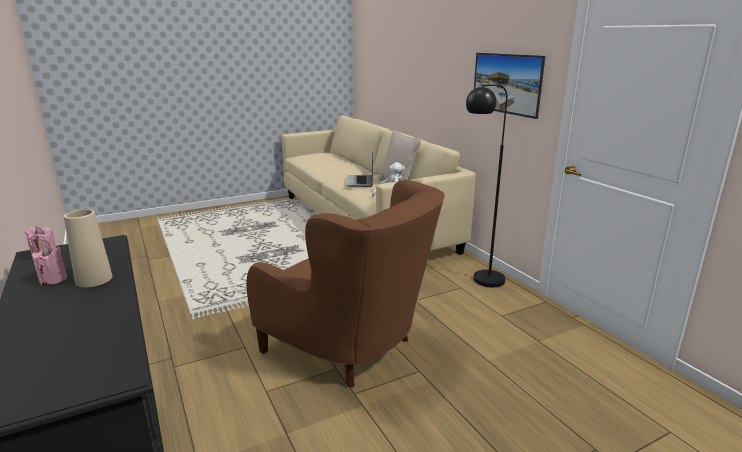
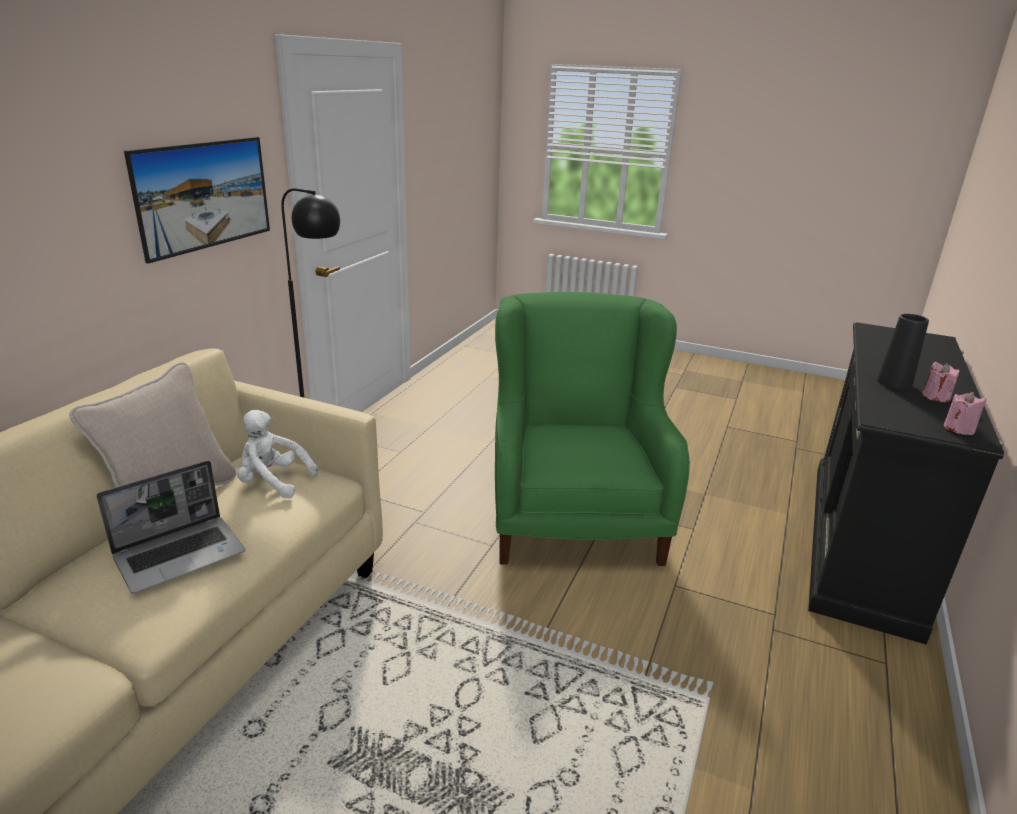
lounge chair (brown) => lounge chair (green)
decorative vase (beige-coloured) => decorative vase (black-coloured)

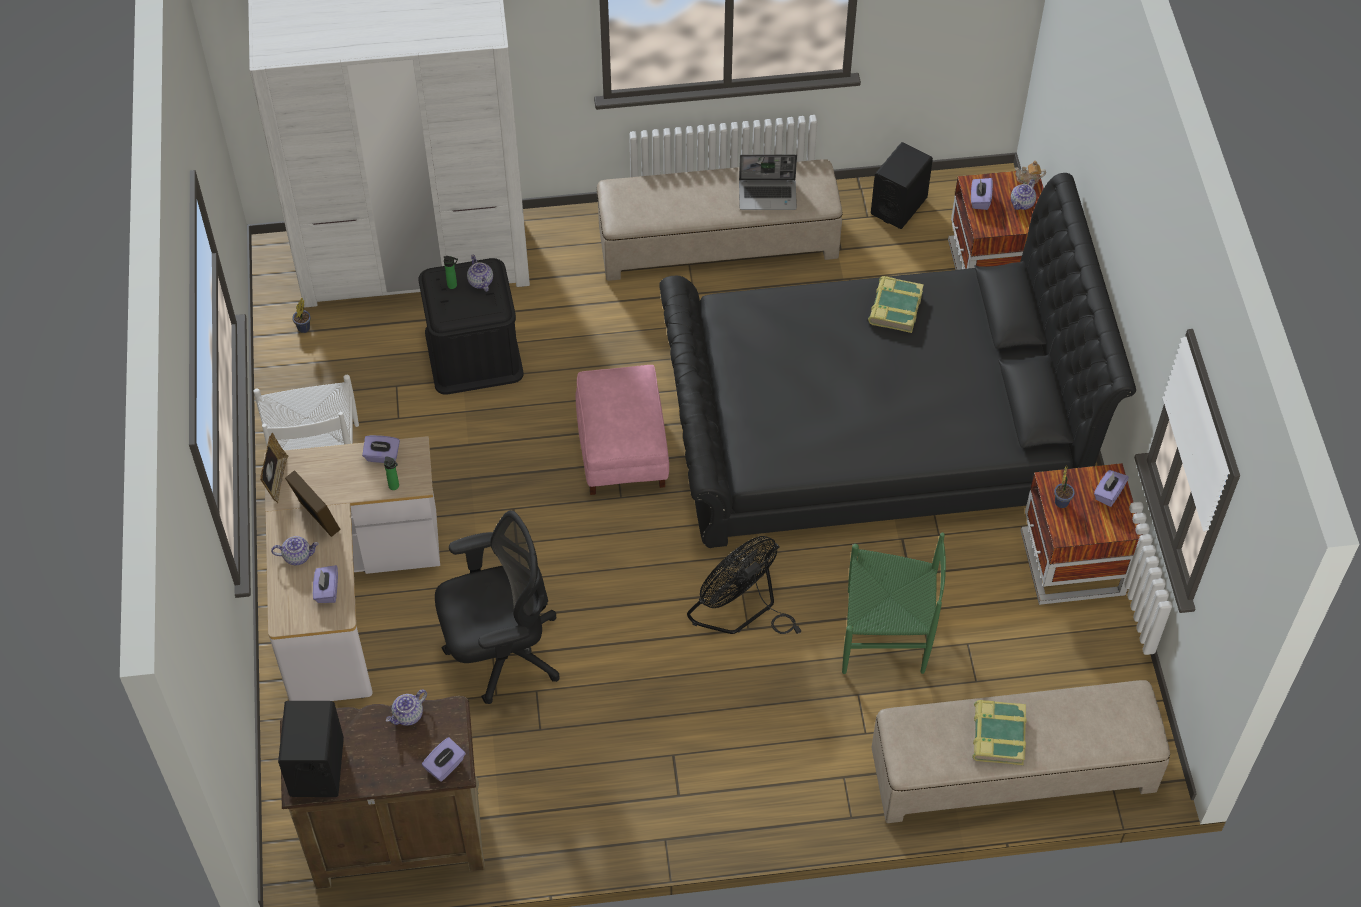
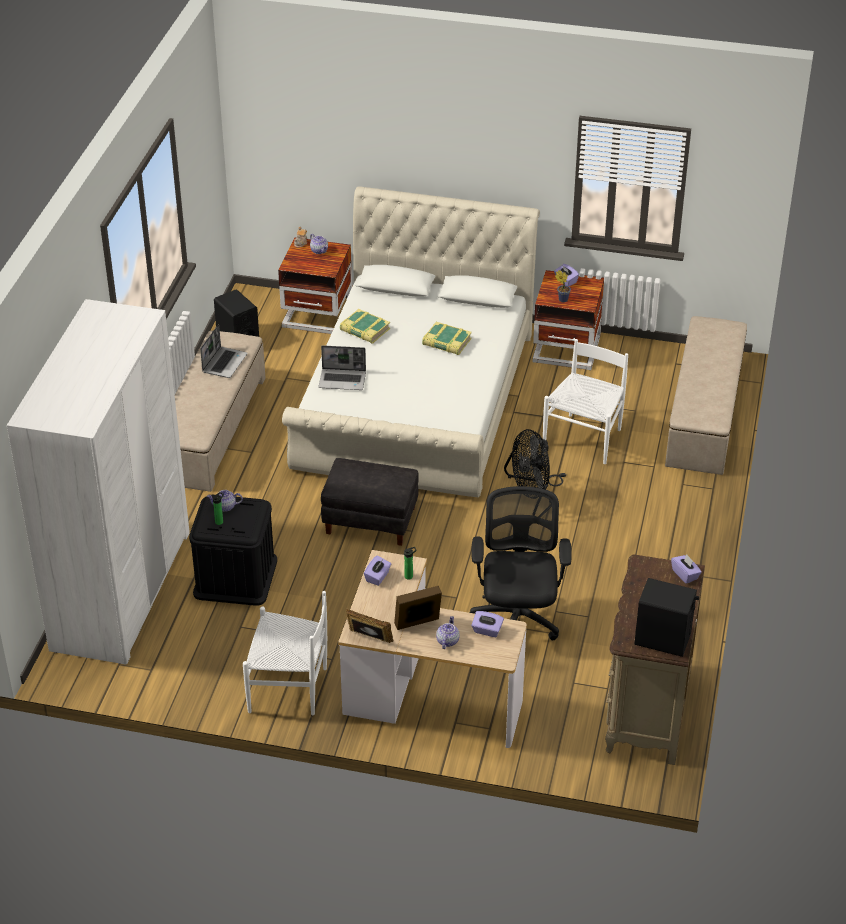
sleeping bed (black-coloured) => sleeping bed (beige-coloured)
tissue holder (purplish) (4th from left) => nothing
houseplant (1st from left) => nothing
footrest (pinkish) => footrest (black-coloured)
upright chair (green) => upright chair (white-coloured) (2nd from left)
pot for tea (2nd from left) => nothing
volume (2nd from left), move
nothing => portable computer (2nd from left)

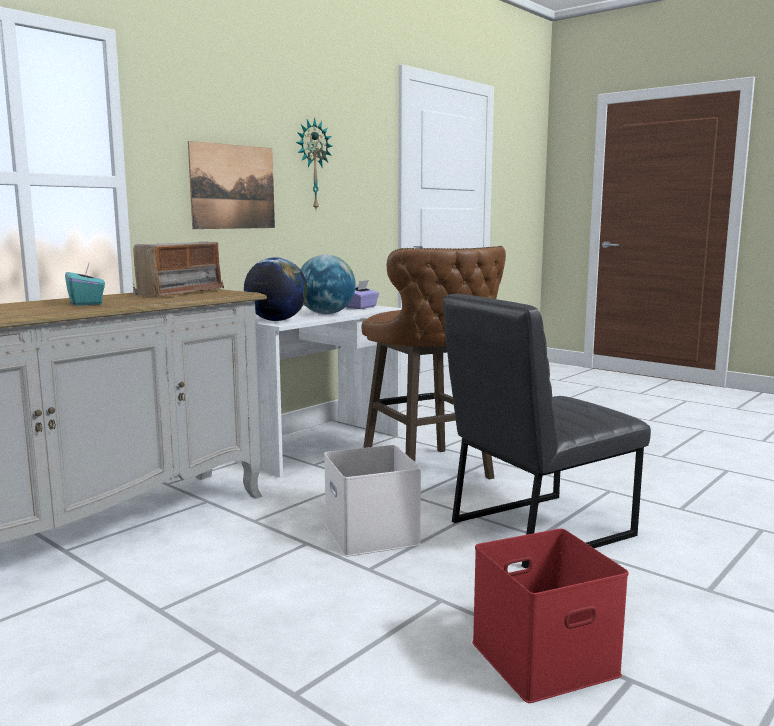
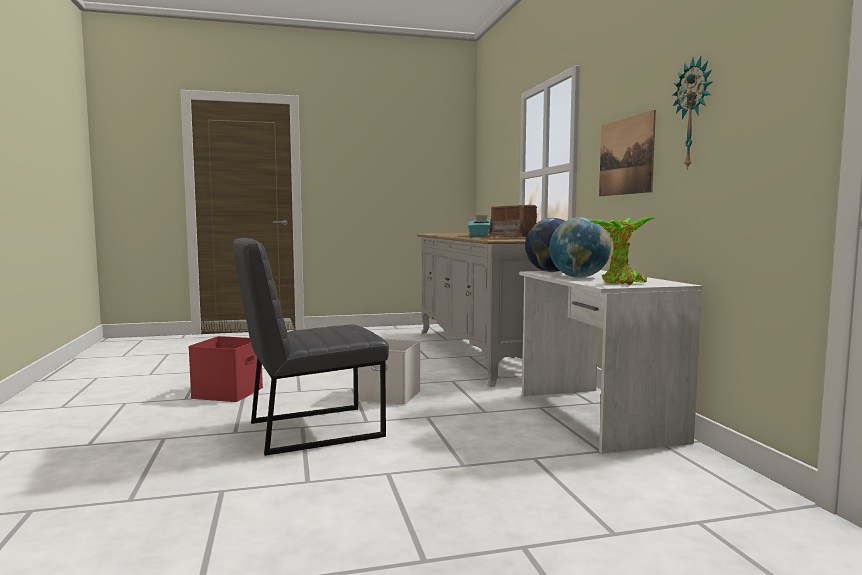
stool seat (brown) => nothing
tissue holder (purplish) => houseplant
upright chair (gray), 120 degrees counterclockwise

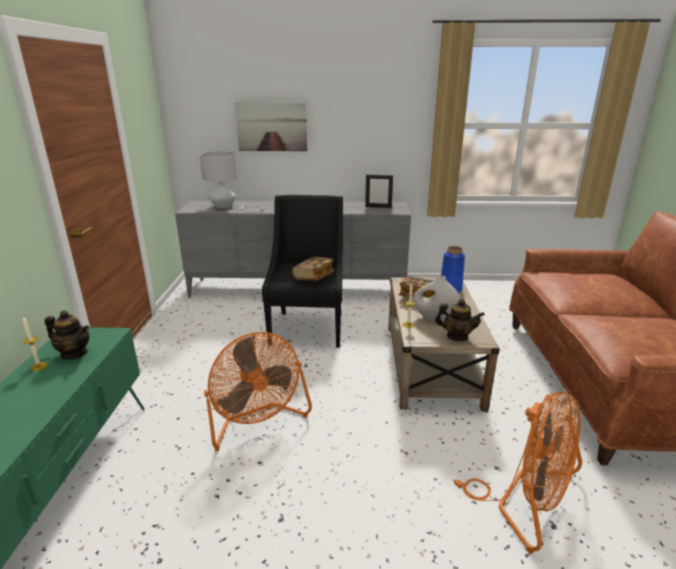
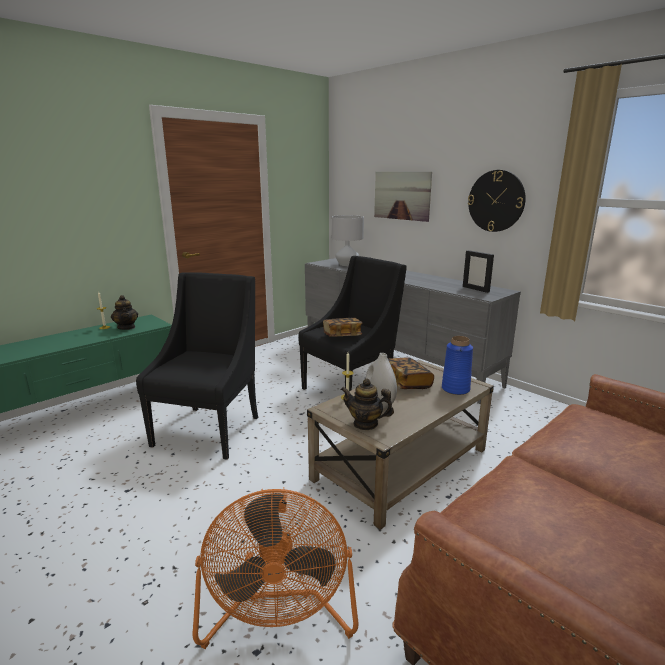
pot for tea (2nd from left), 135 degrees clockwise
cooling fan (orange) (1st from left) => lounge chair (black-coloured) (1st from left)
nothing => hanging clock

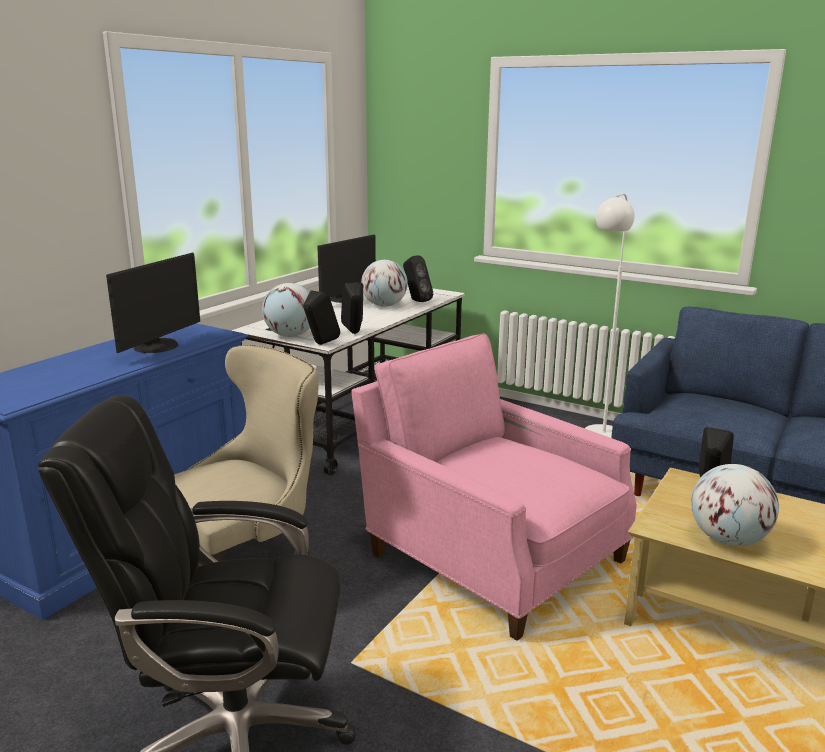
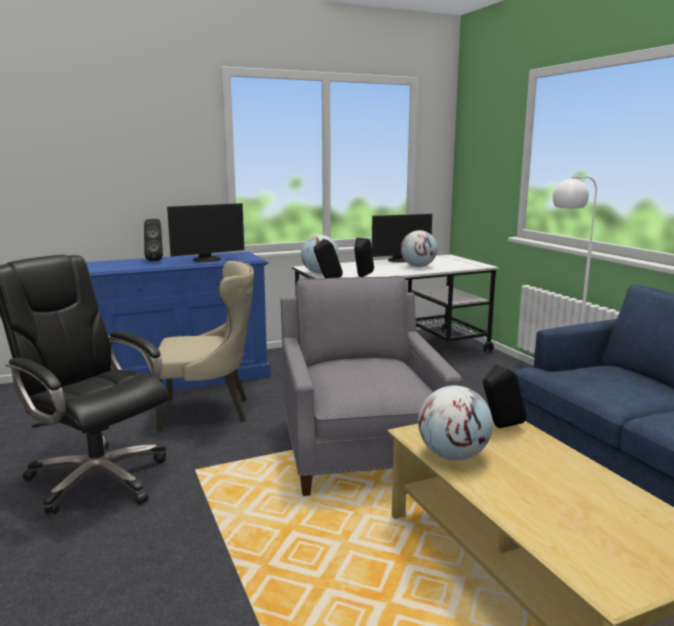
loudspeaker (black-coloured) (3rd from left in the first image) => loudspeaker (black-coloured) (1st from left), move
lounge chair (pinkish) => lounge chair (gray)

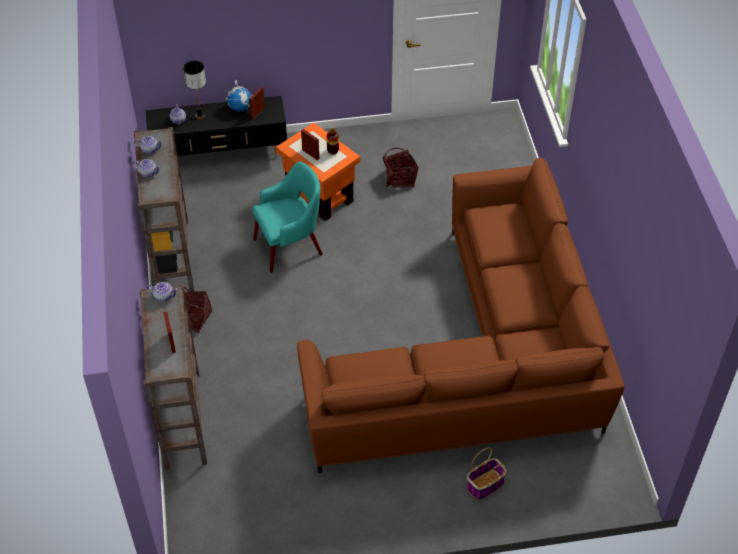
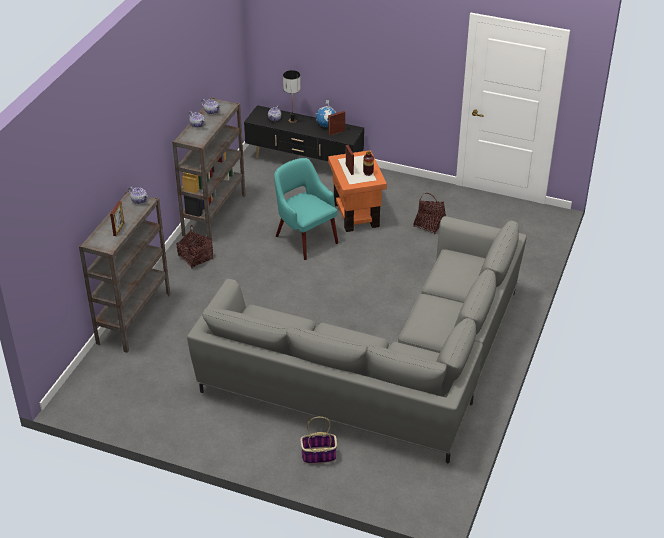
settee (brown) => settee (gray)
lounge chair (turquoise-coloured), 135 degrees counterclockwise

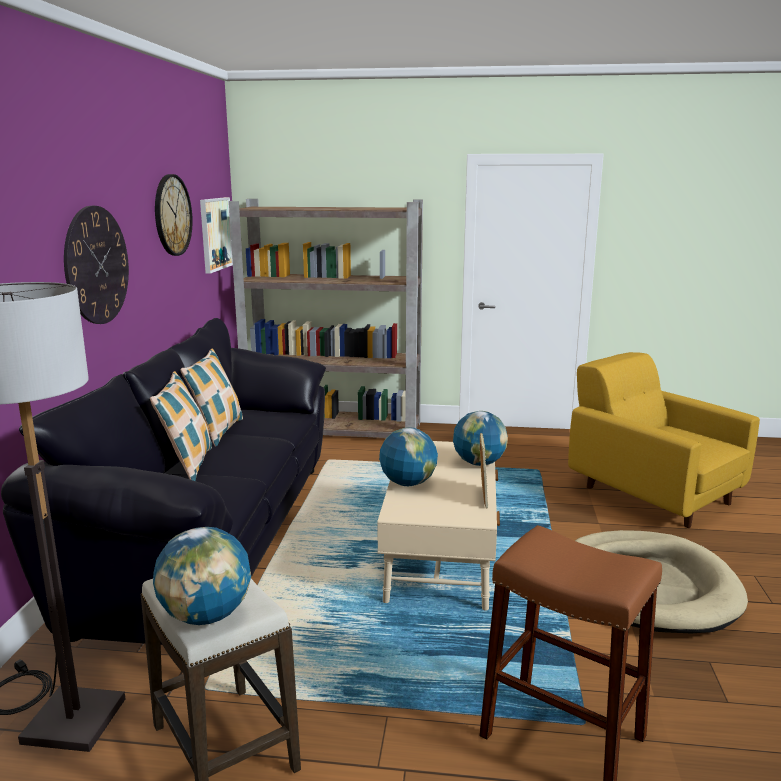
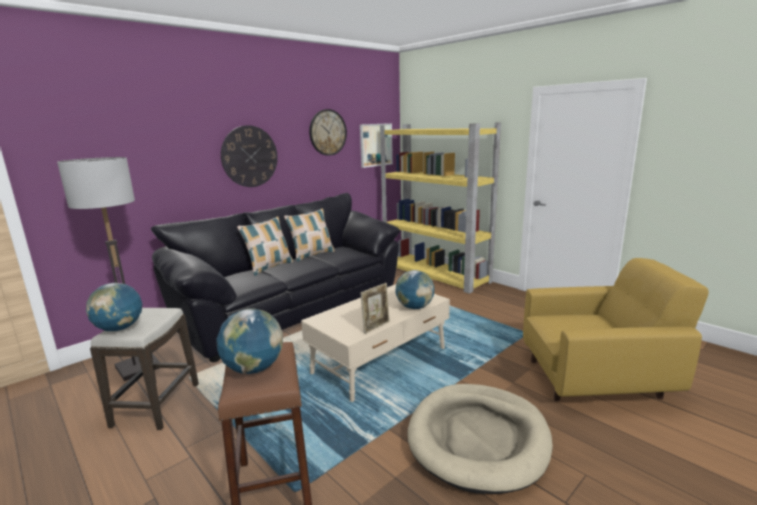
bookshelf (brown) => bookshelf (yellowish)
lounge chair (yellowish), 90 degrees clockwise
world globe (2nd from left), move

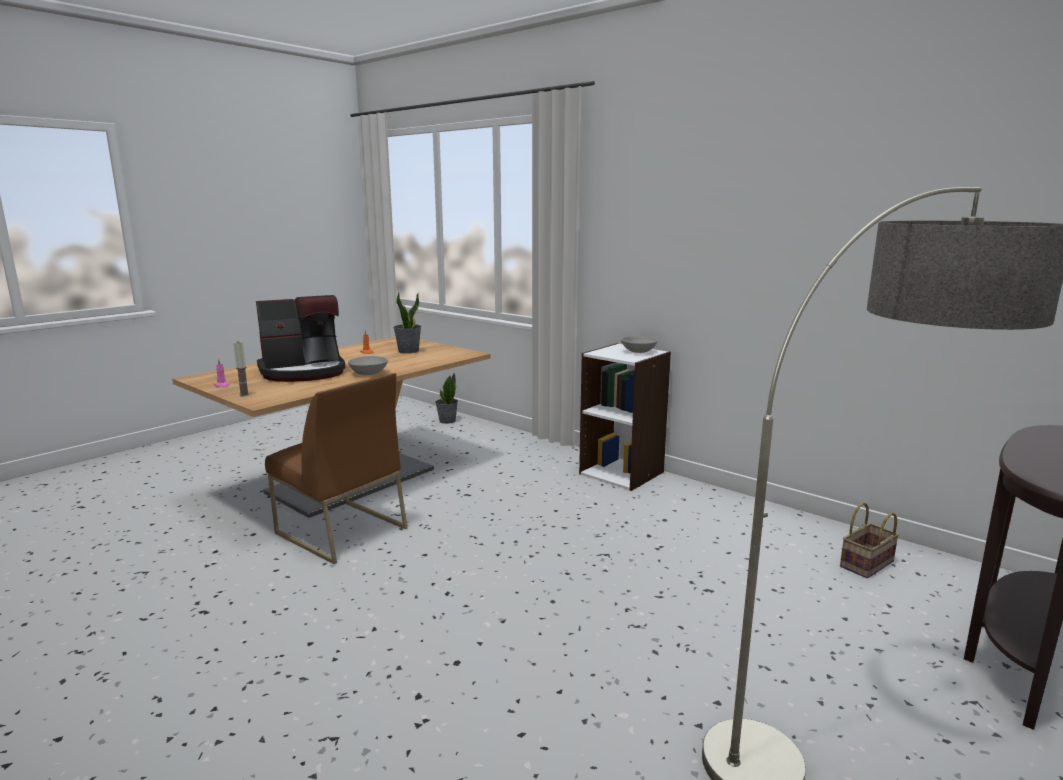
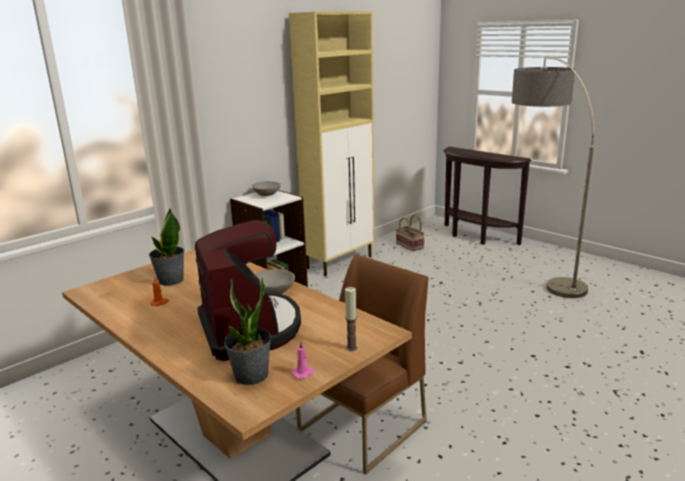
houseplant (2nd from left), move
nothing => cabinet (beige-coloured)

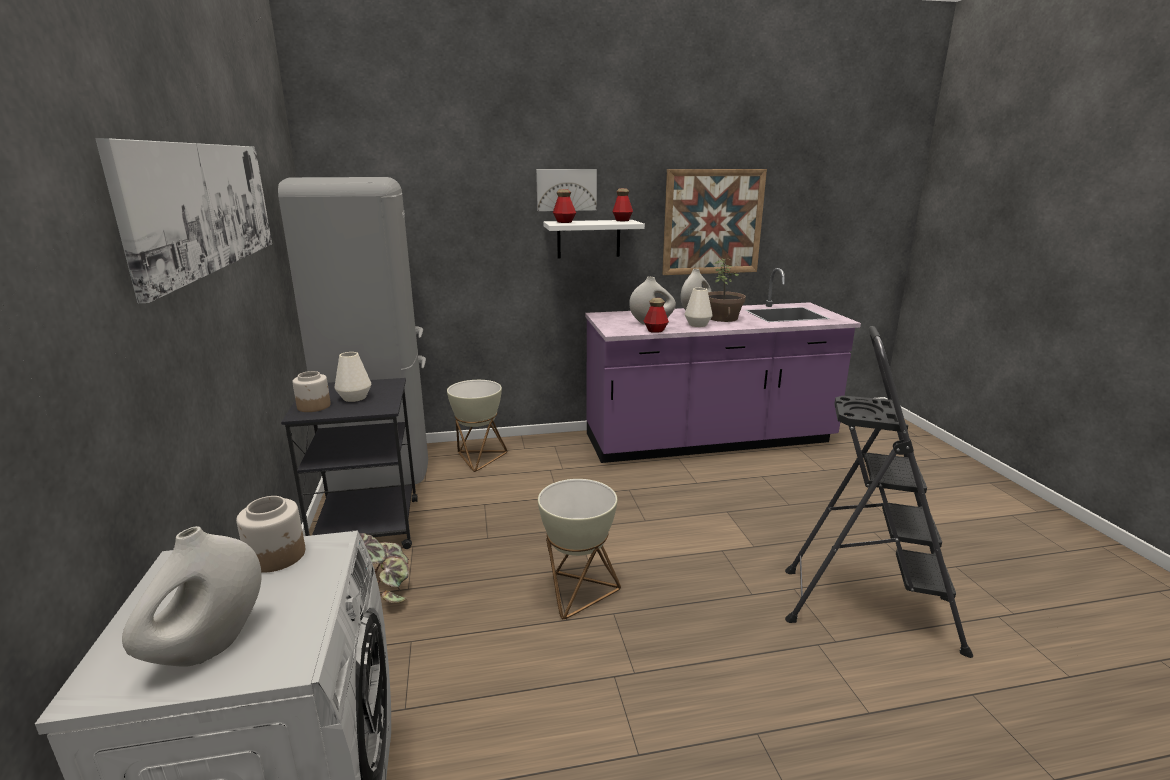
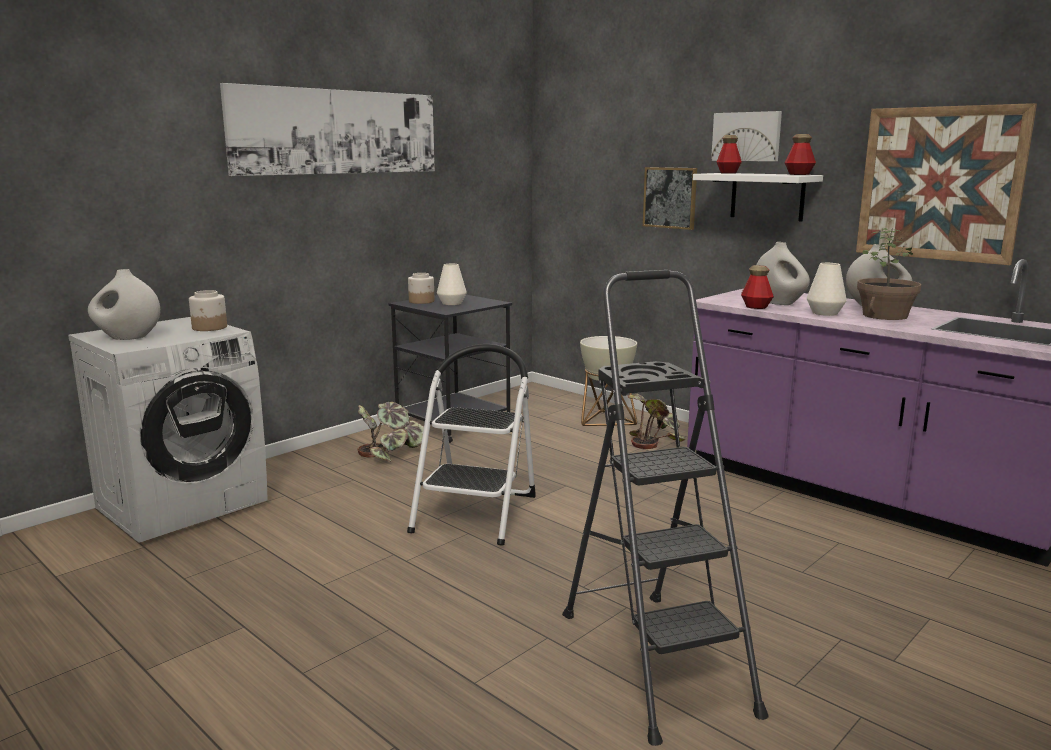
kitchen fridge (gray) => nothing
plant pot (2nd from left) => step ladder (1st from left)
nothing => picture (2nd from left)
nothing => houseplant (2nd from left)

